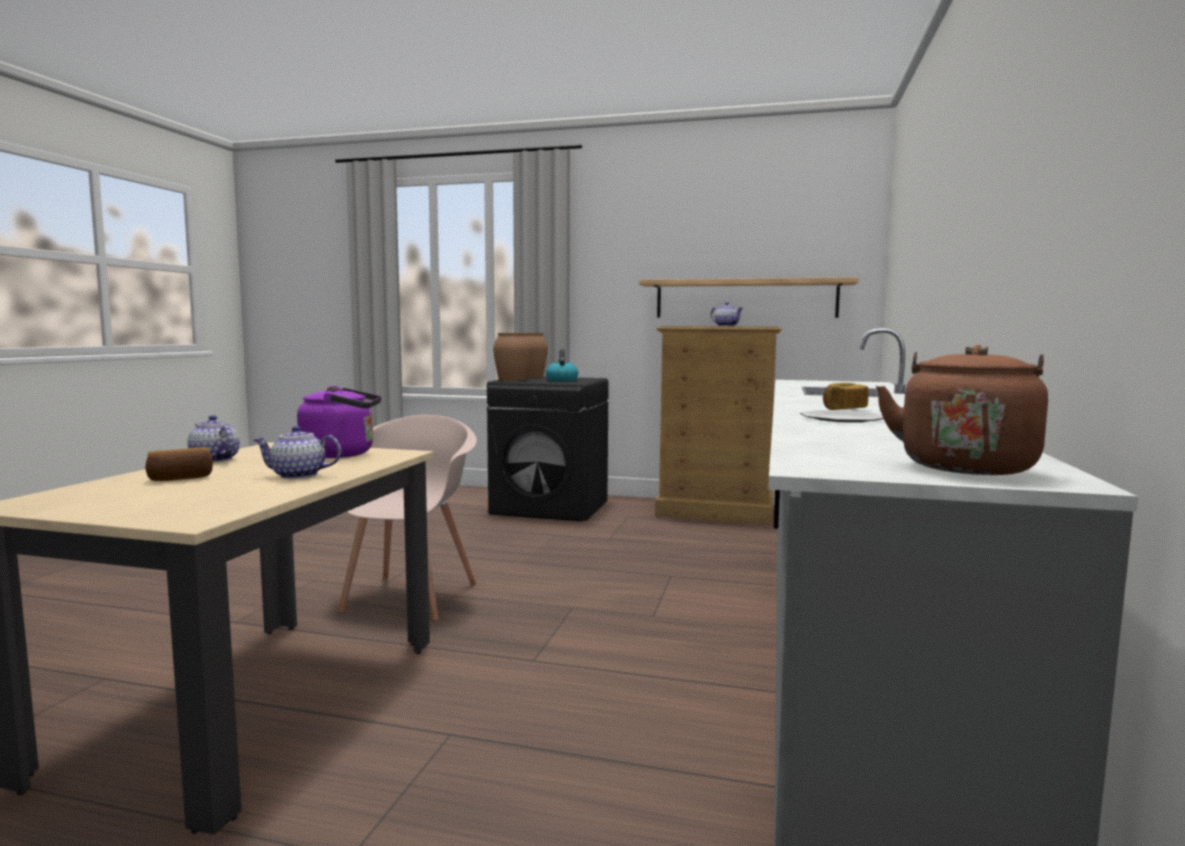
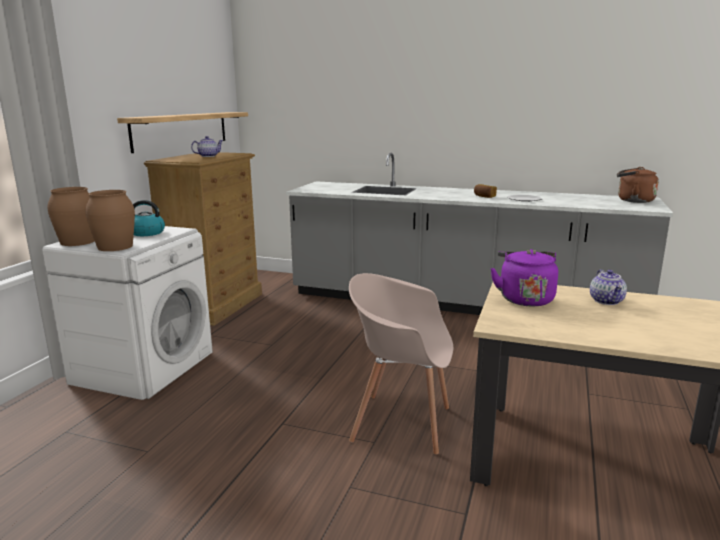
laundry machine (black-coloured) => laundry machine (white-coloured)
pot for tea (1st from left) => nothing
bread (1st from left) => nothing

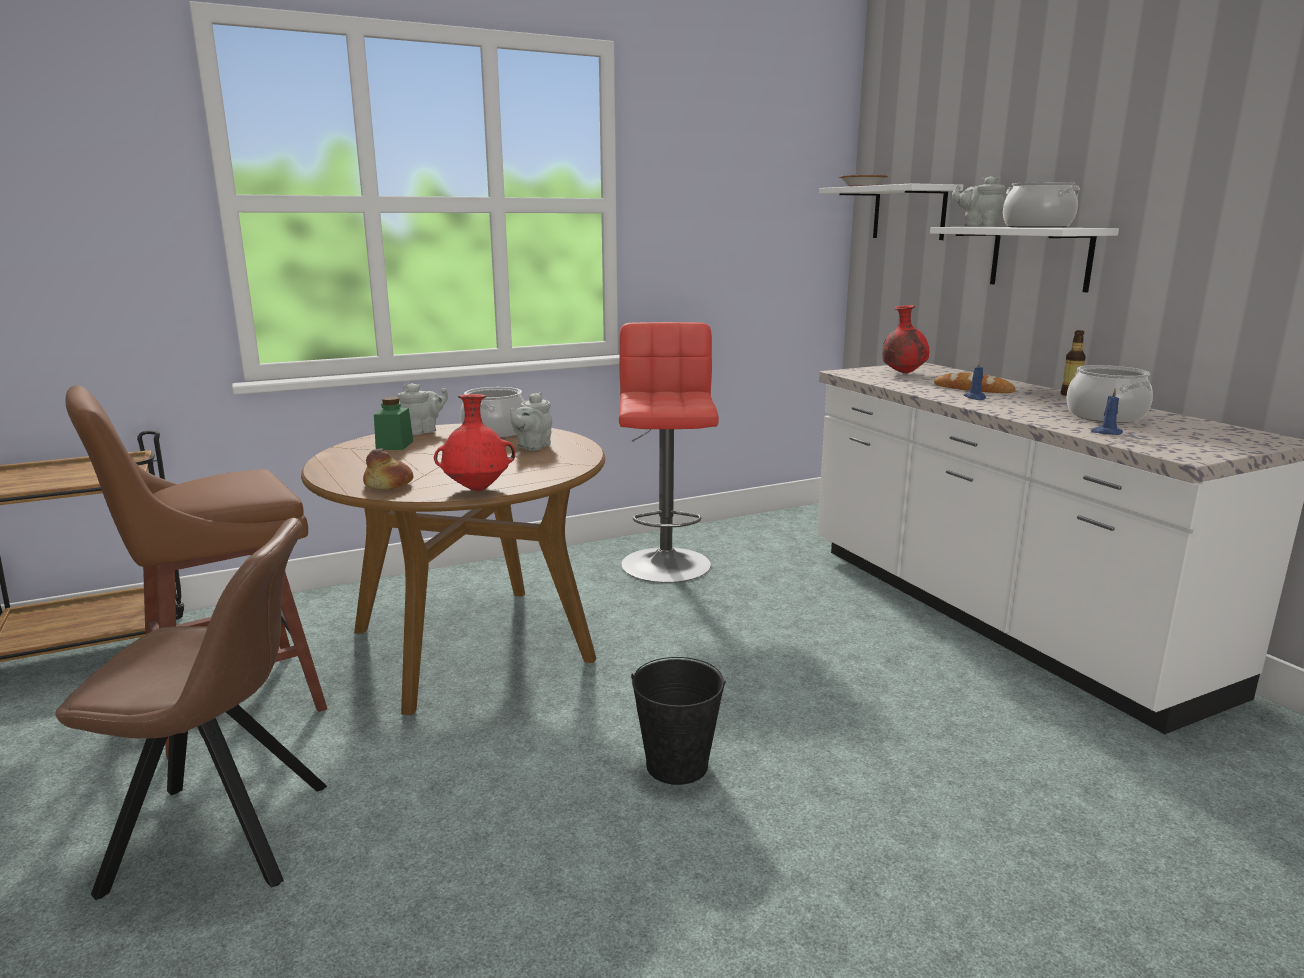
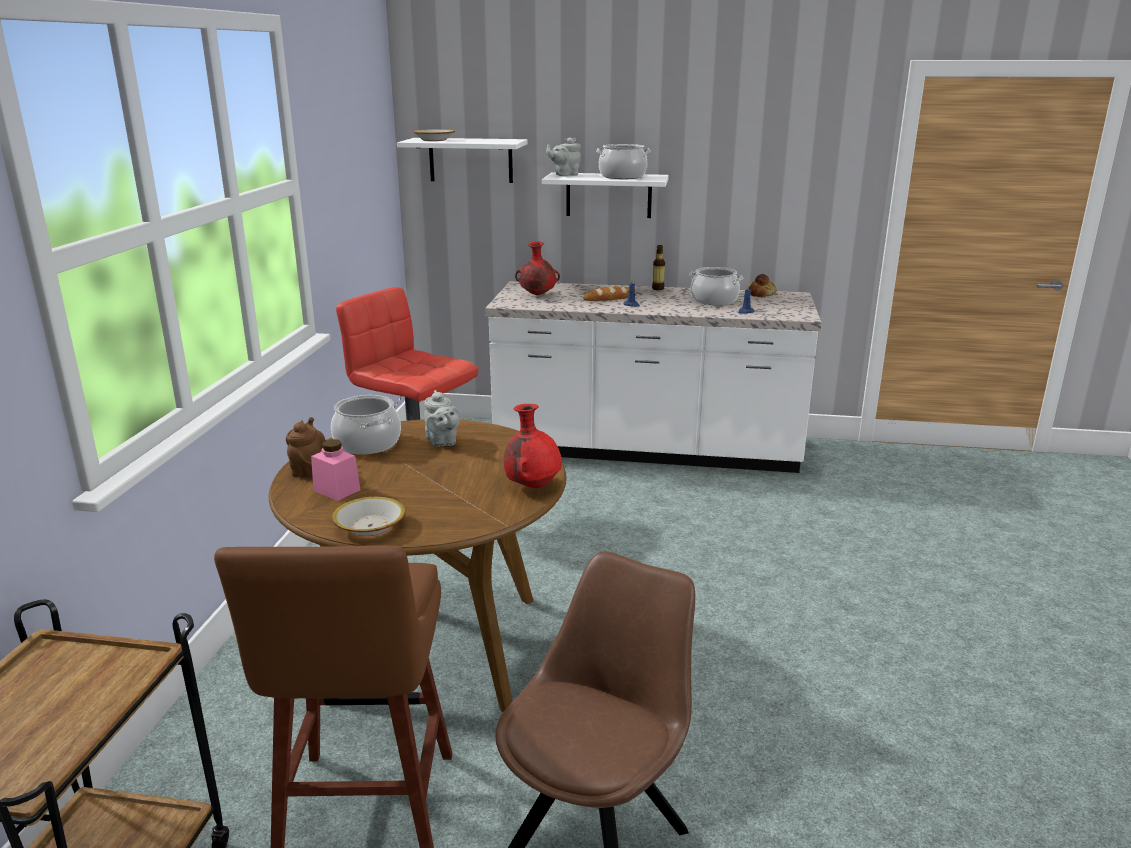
pot for tea (gray) (1st from left) => pot for tea (brown)
jar (green) => jar (pinkish)
bread (1st from left in the first image) => bread (2nd from left), move
water bucket (black-coloured) => nothing
nothing => serving bowl (1st from left)

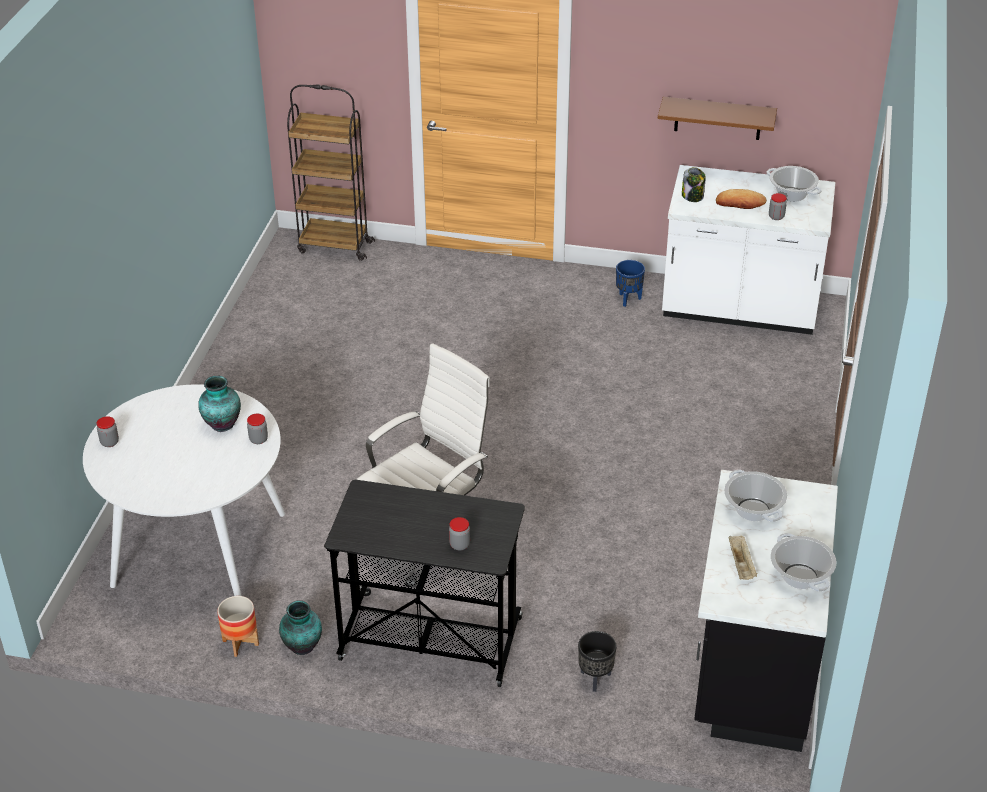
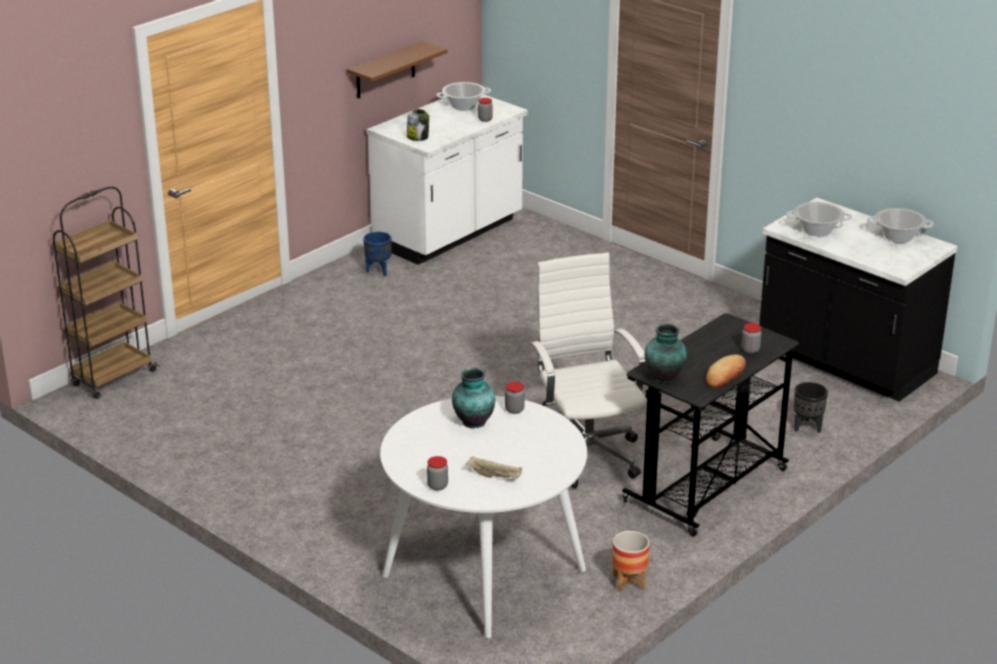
bread, move
serving tray (beige-coloured), move
decorative vase (2nd from left), move

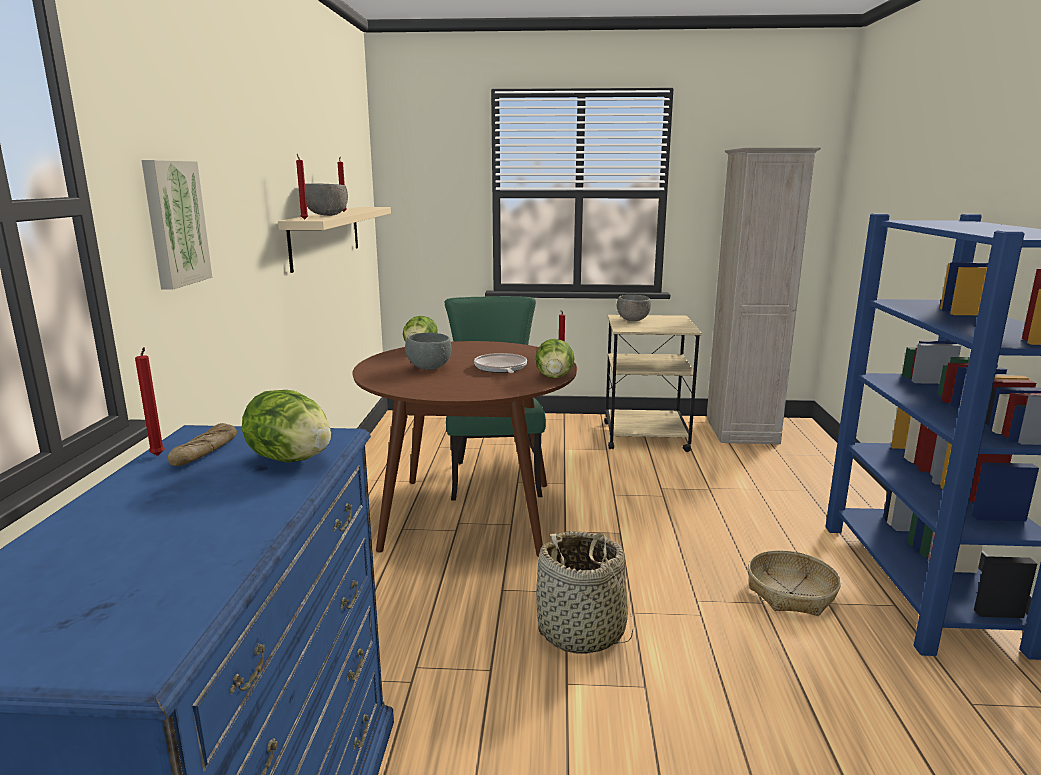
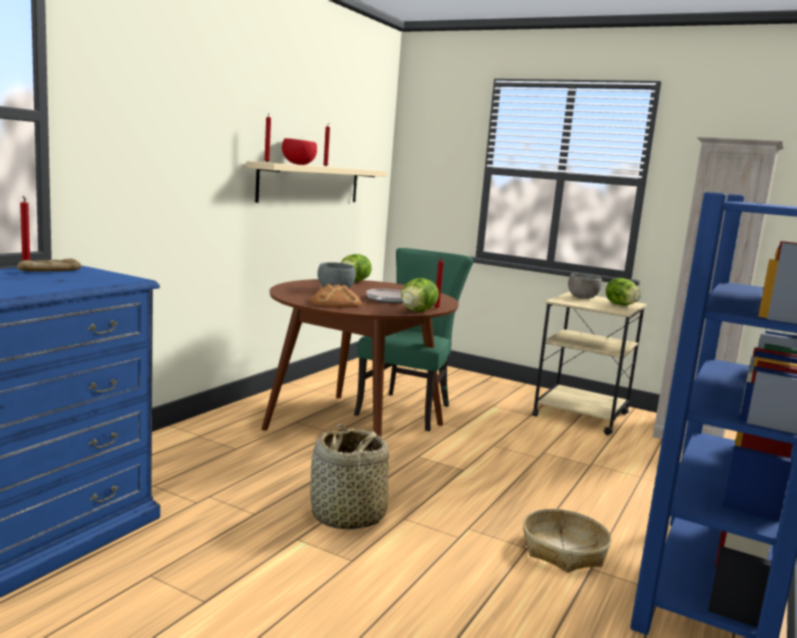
picture => nothing
serving bowl (gray) (1st from left) => serving bowl (red)
lettuce head (1st from left in the first image) => lettuce head (3rd from left), move
nothing => bread (2nd from left)

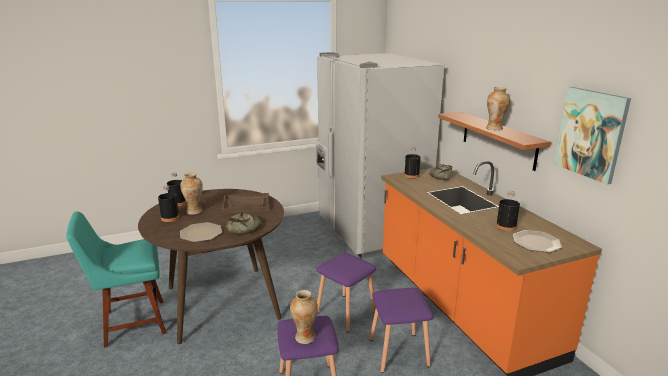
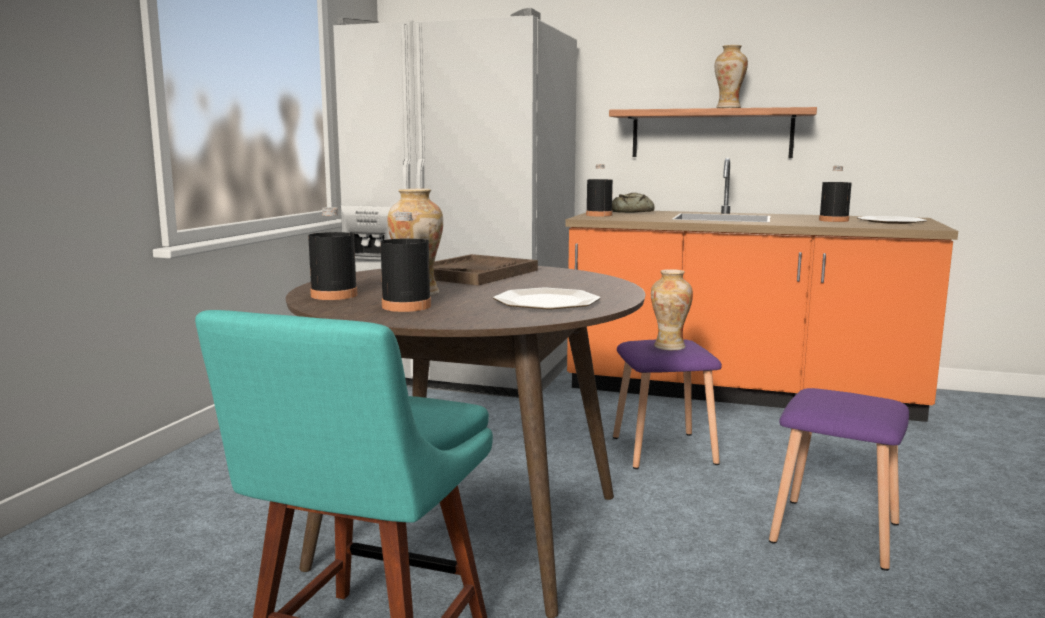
picture => nothing
bread (1st from left) => nothing
stool seat (purplish) (3rd from left) => nothing
decorative vase (2nd from left), move

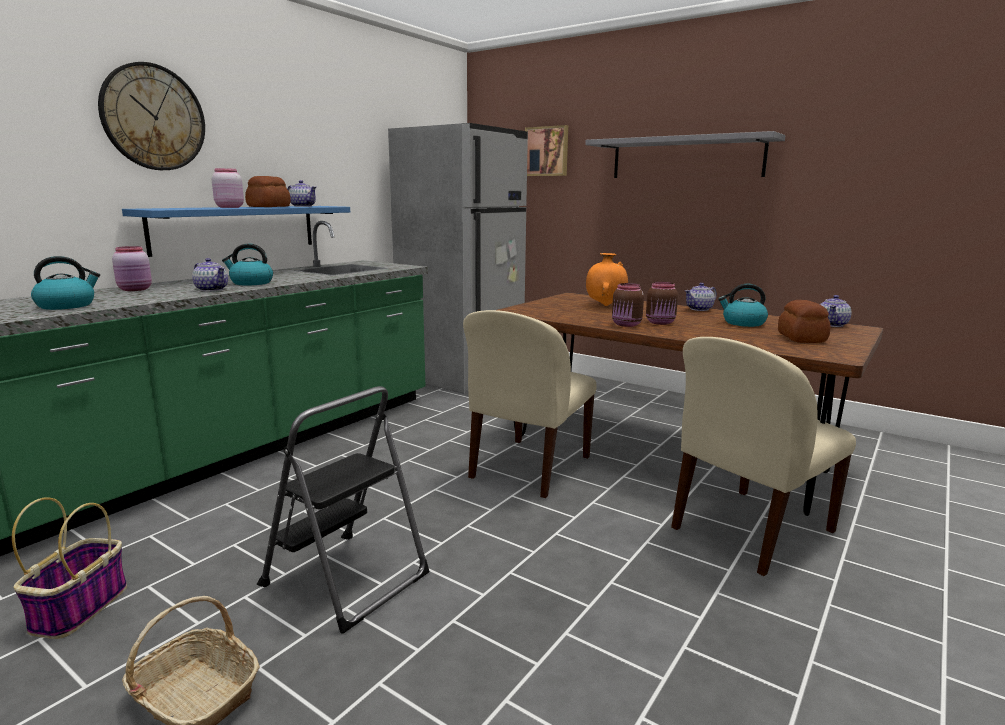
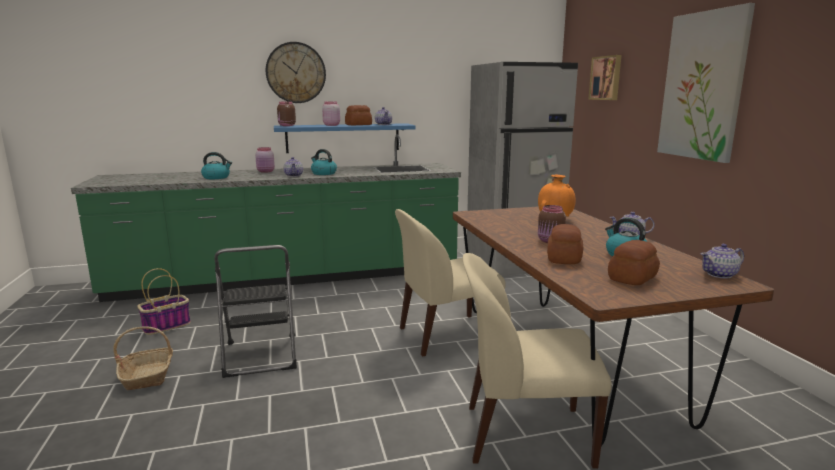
wall shelf (gray) => picture (2nd from left)
jar (brown) (1st from left), move
nothing => bread (2nd from left)

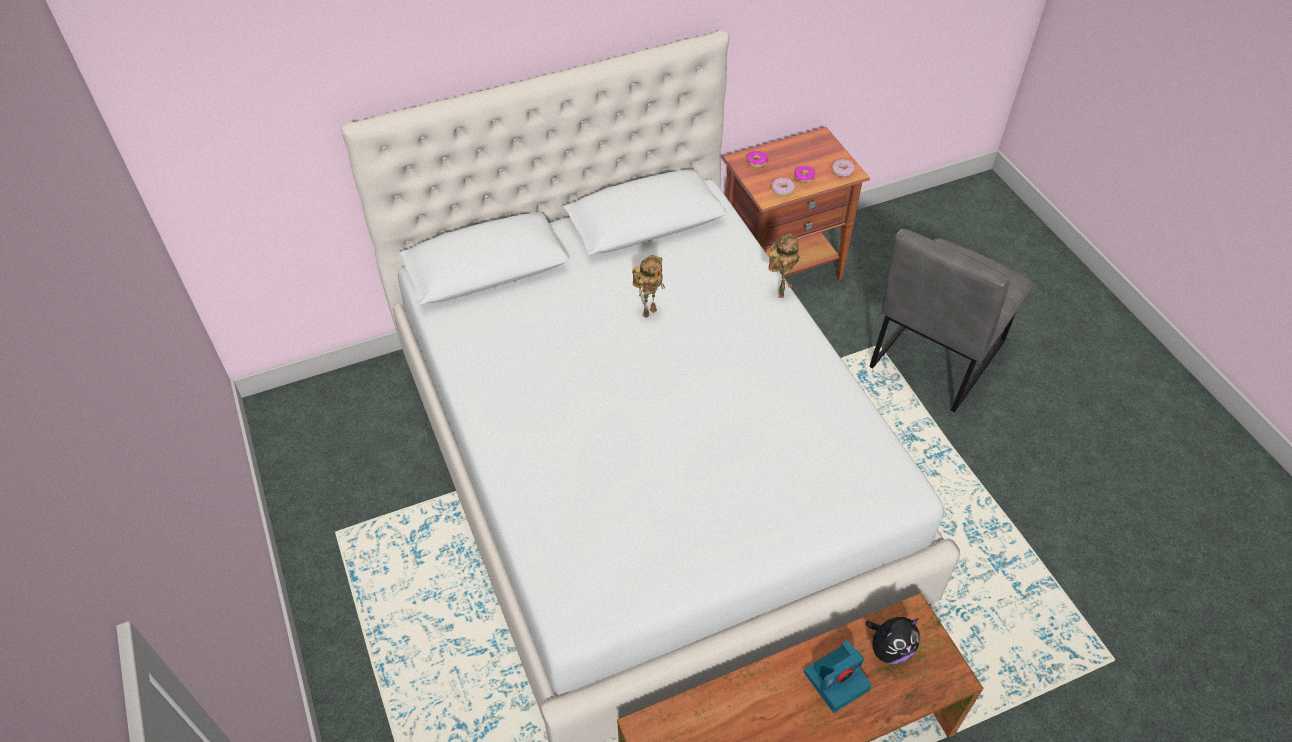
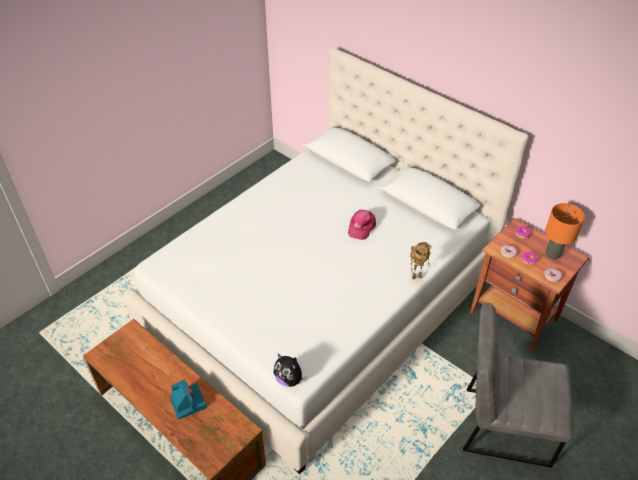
robot figure (1st from left) => baseball cap (pinkish)
soft toy, move
still camera, 150 degrees counterclockwise
nothing => lamp for a table (orange)

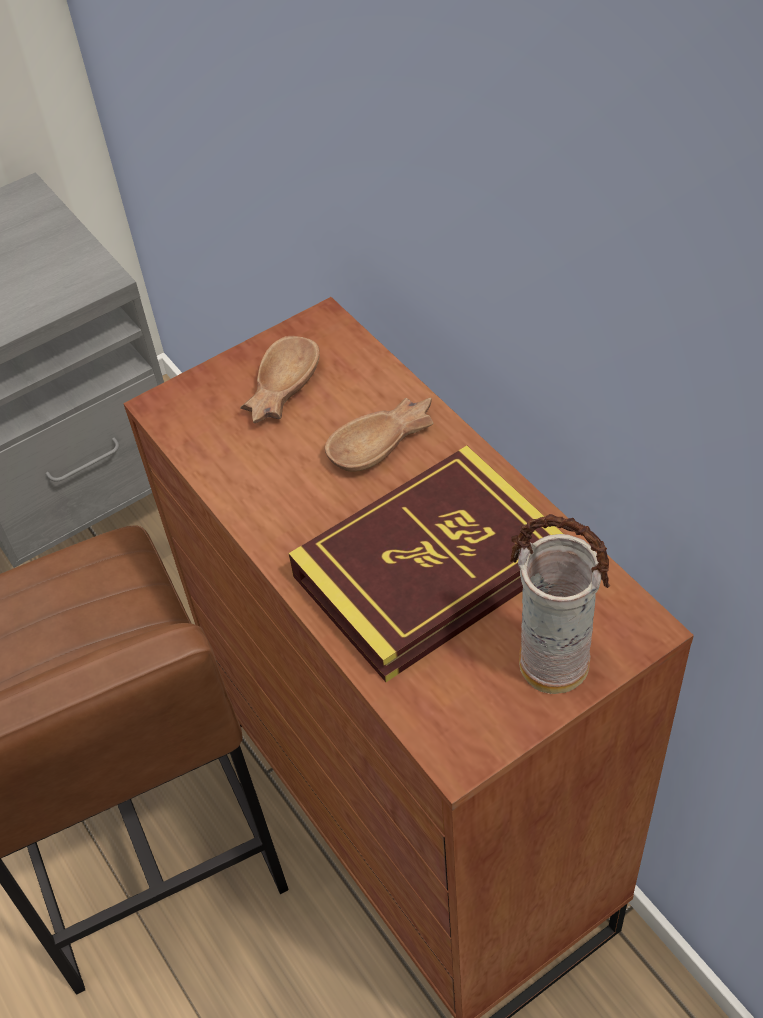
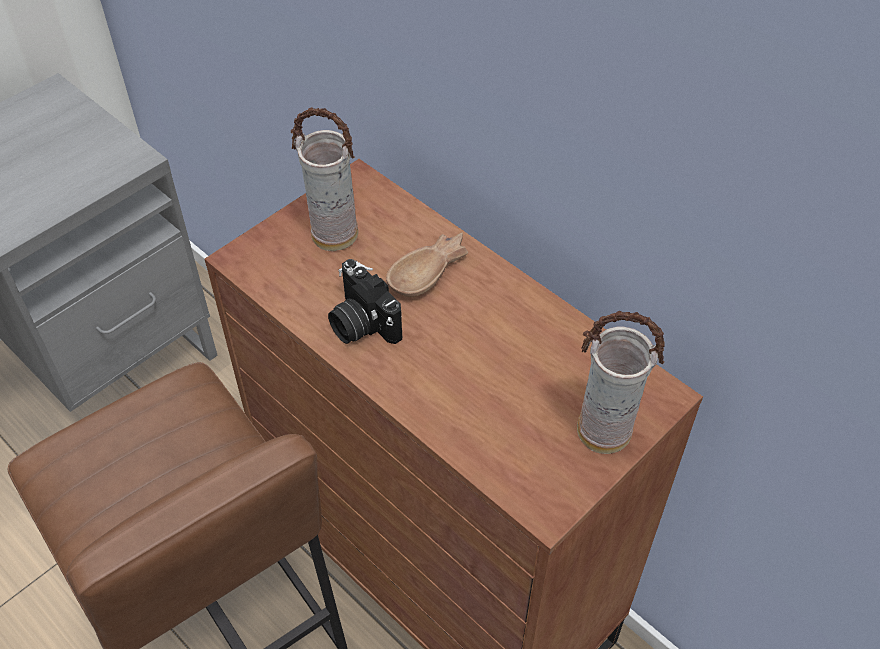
serving bowl (brown) (1st from left) => decorative vase (1st from left)
volume => nothing
nothing => still camera

